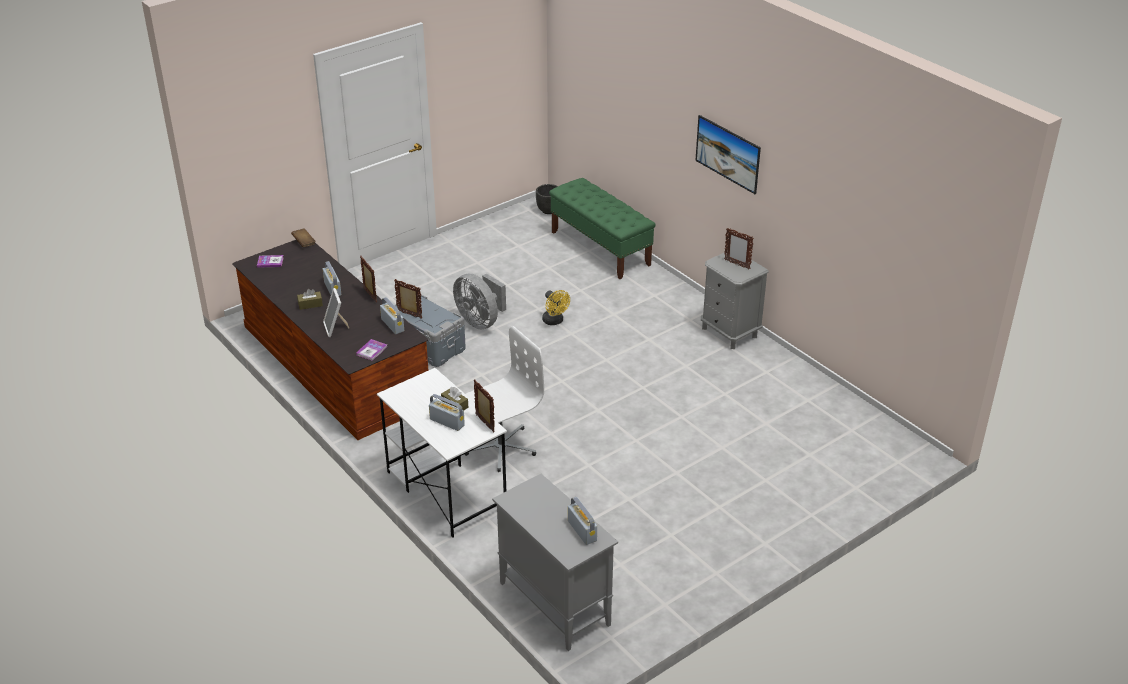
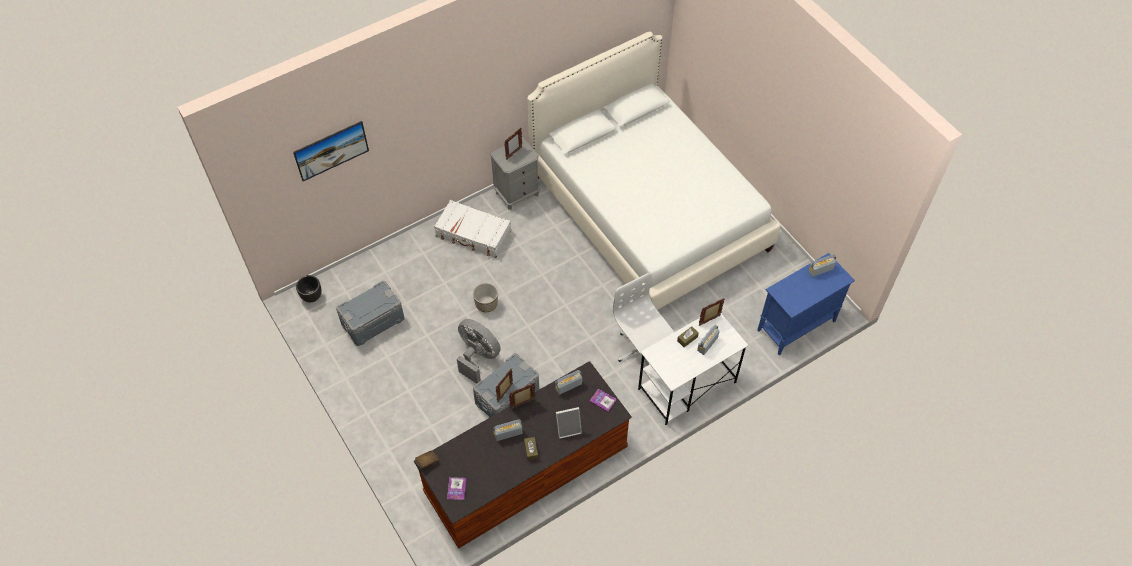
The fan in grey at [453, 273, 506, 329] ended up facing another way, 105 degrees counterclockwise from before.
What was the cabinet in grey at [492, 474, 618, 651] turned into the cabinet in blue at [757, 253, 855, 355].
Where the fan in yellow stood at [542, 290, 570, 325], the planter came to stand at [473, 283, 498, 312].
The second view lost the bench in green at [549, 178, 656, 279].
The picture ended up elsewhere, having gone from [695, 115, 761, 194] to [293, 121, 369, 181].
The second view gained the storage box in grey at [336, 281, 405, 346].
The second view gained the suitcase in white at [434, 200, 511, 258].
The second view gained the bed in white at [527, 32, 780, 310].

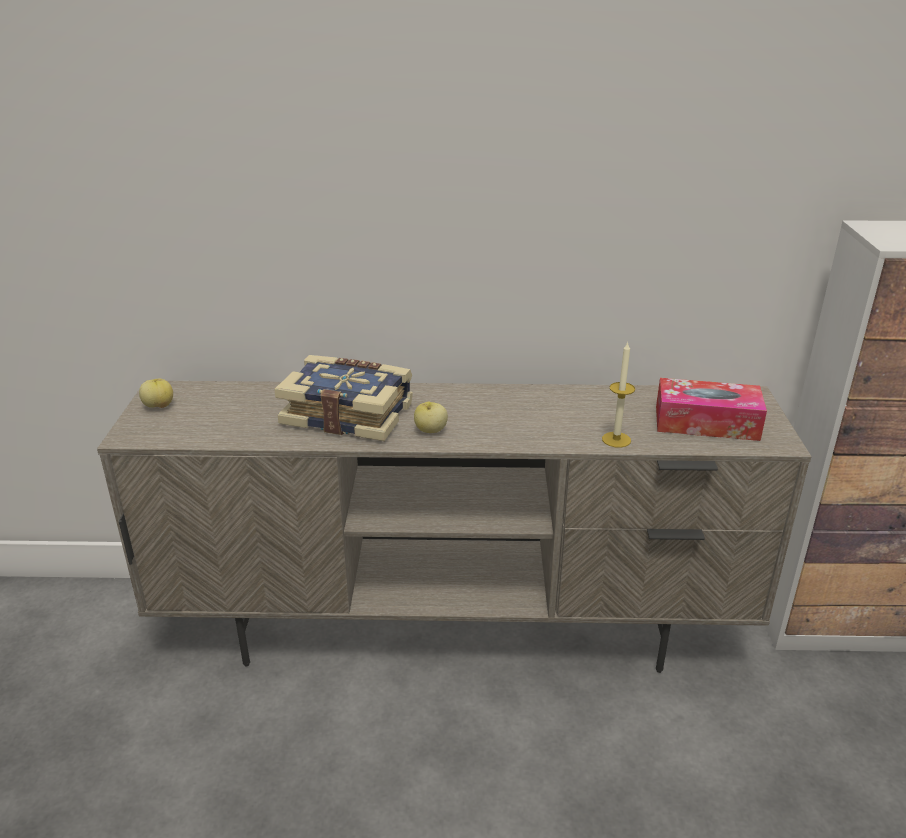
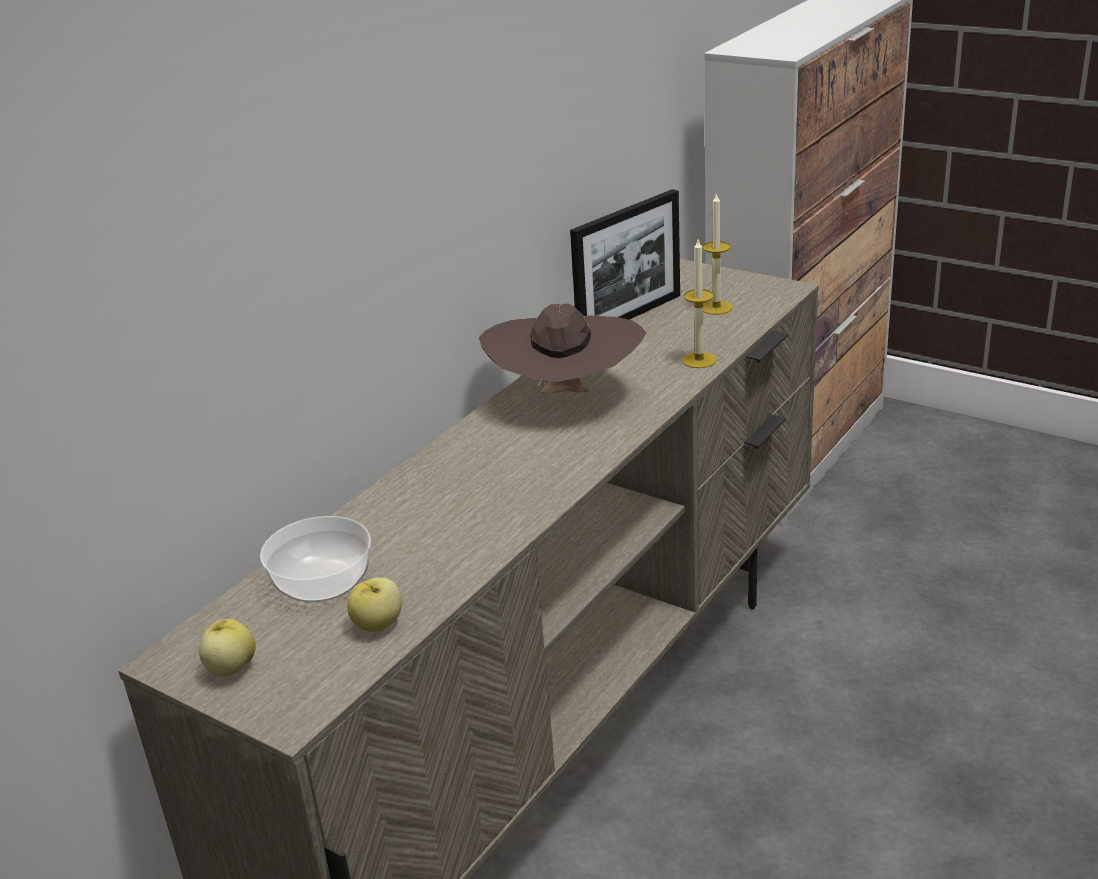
The second view lost the book at [274, 355, 413, 441].
The apple ended up elsewhere, having gone from [414, 402, 448, 433] to [347, 578, 402, 632].
Where the tissue box stood at [656, 378, 767, 441], the candle came to stand at [702, 192, 733, 315].
The second view gained the bowl at [260, 516, 371, 602].
The second view gained the hat in brown at [479, 303, 646, 393].
The second view gained the picture frame at [570, 189, 680, 320].

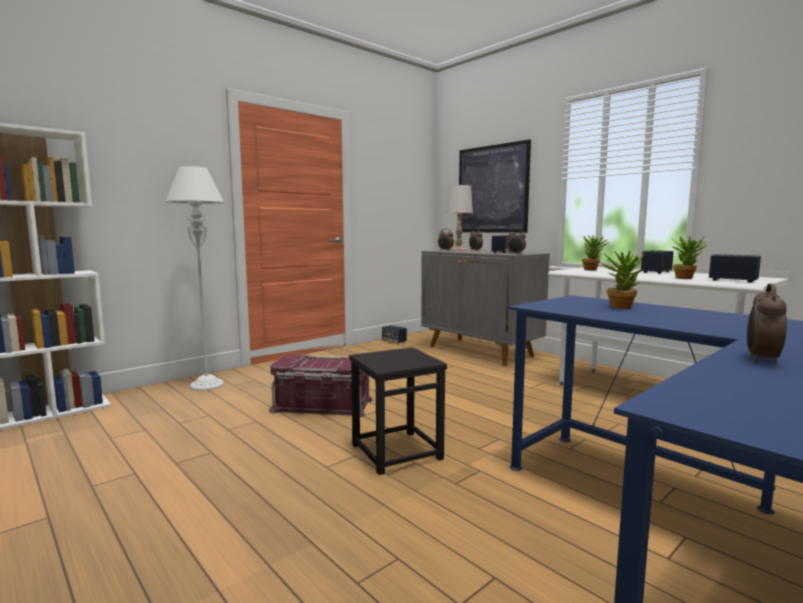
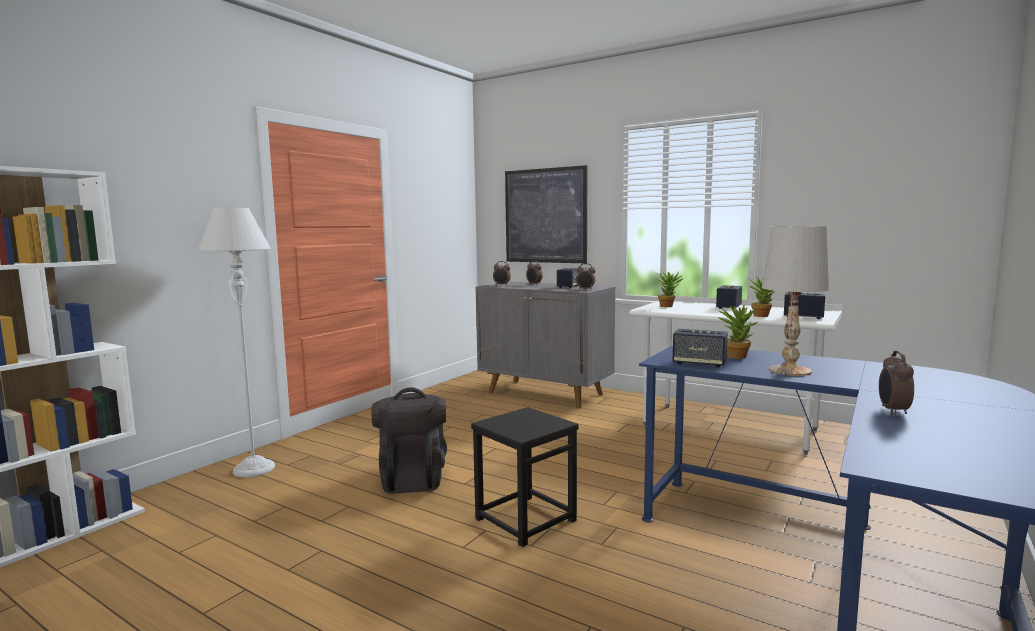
Where the storage box in red stood at [269, 354, 373, 417], the backpack in black came to stand at [372, 387, 447, 494].
The speaker ended up elsewhere, having gone from [382, 325, 407, 344] to [673, 329, 728, 368].
The table lamp in white ended up elsewhere, having gone from [446, 185, 473, 250] to [762, 226, 830, 376].

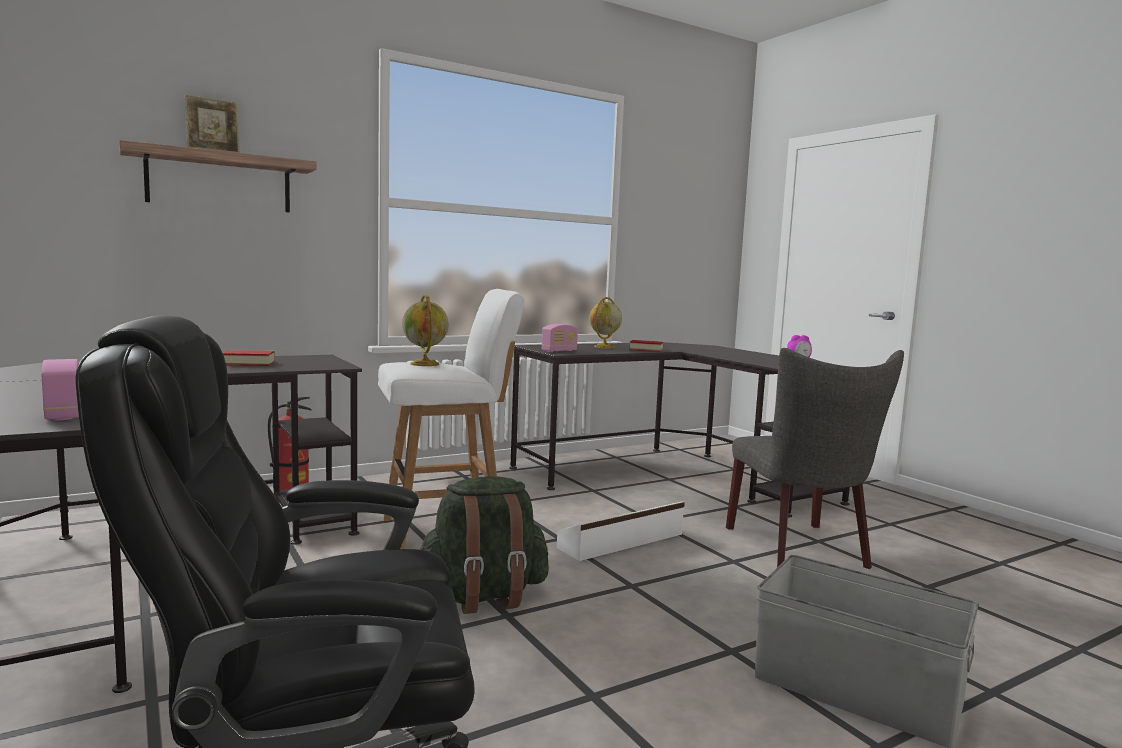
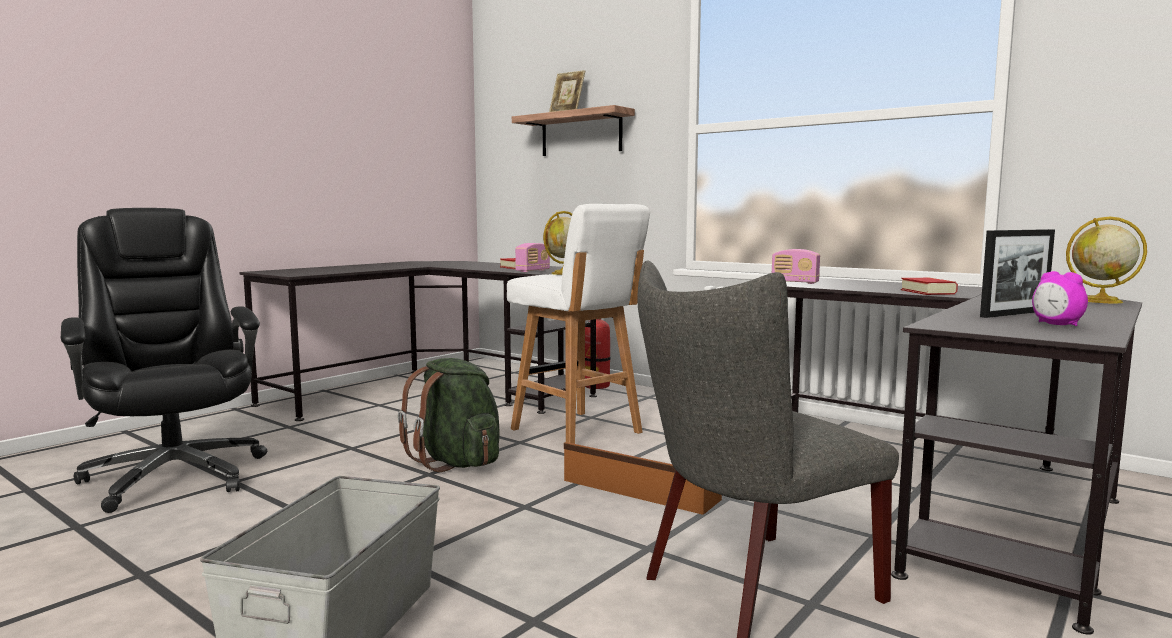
The radio ended up elsewhere, having gone from [41, 359, 79, 420] to [515, 243, 550, 272].
What was the storage box in white at [557, 502, 685, 561] turned into the storage box in brown at [564, 442, 722, 515].
The globe ended up elsewhere, having gone from [589, 297, 622, 348] to [1066, 217, 1147, 303].
The second view gained the picture frame at [980, 229, 1055, 318].

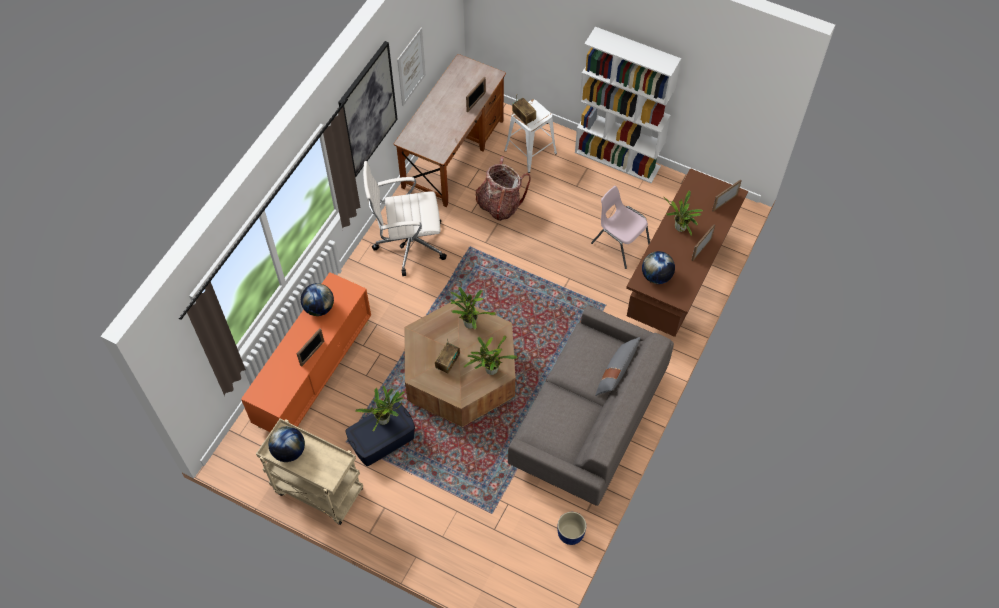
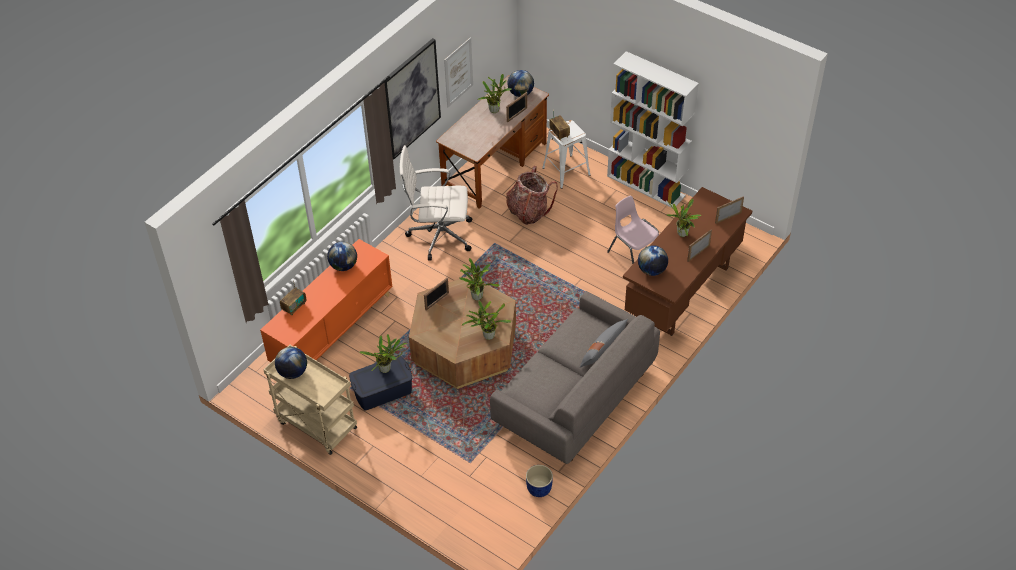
The picture frame ended up elsewhere, having gone from [297, 328, 324, 367] to [424, 278, 449, 310].
The radio ended up elsewhere, having gone from [435, 338, 460, 373] to [280, 280, 307, 315].
The second view gained the potted plant at [477, 74, 512, 113].
The second view gained the globe at [507, 70, 534, 97].

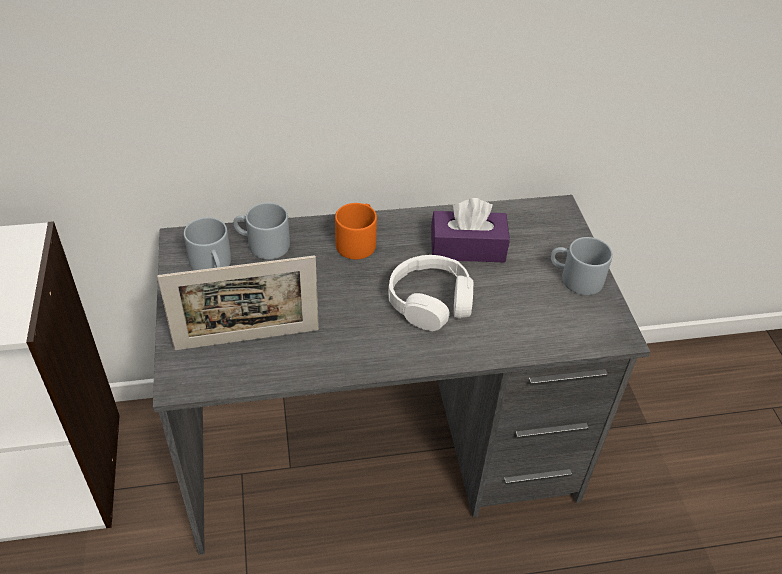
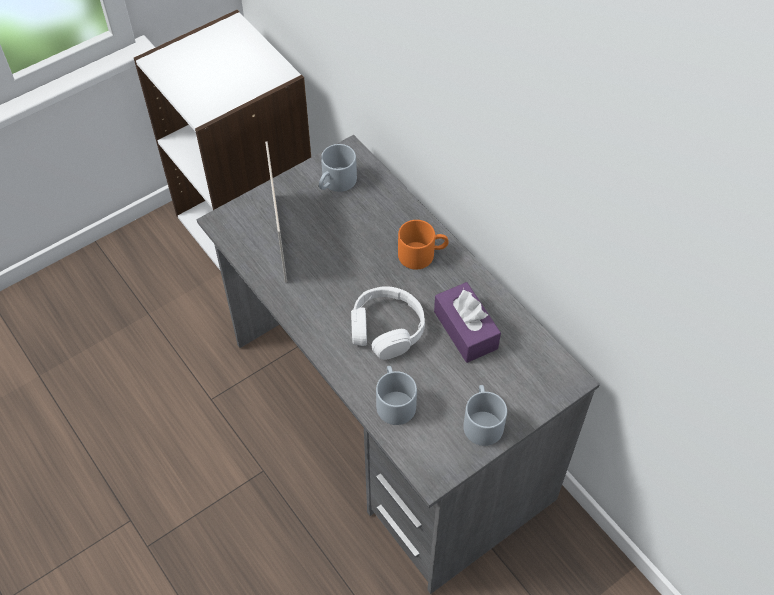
The picture frame at [157, 255, 319, 350] ended up facing another way, 150 degrees counterclockwise from before.
The mug in grey ended up elsewhere, having gone from [233, 203, 290, 259] to [376, 366, 417, 425].

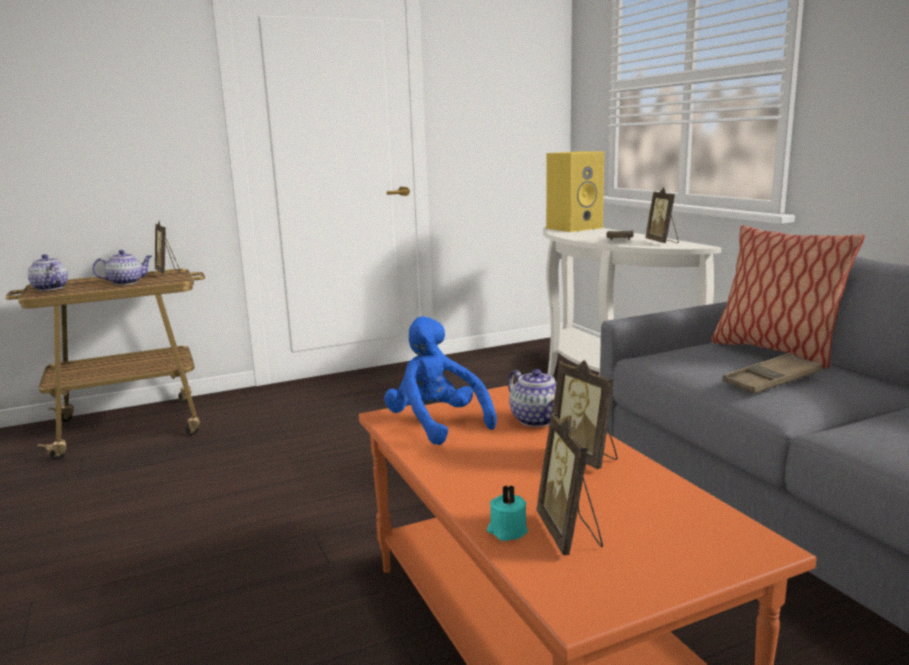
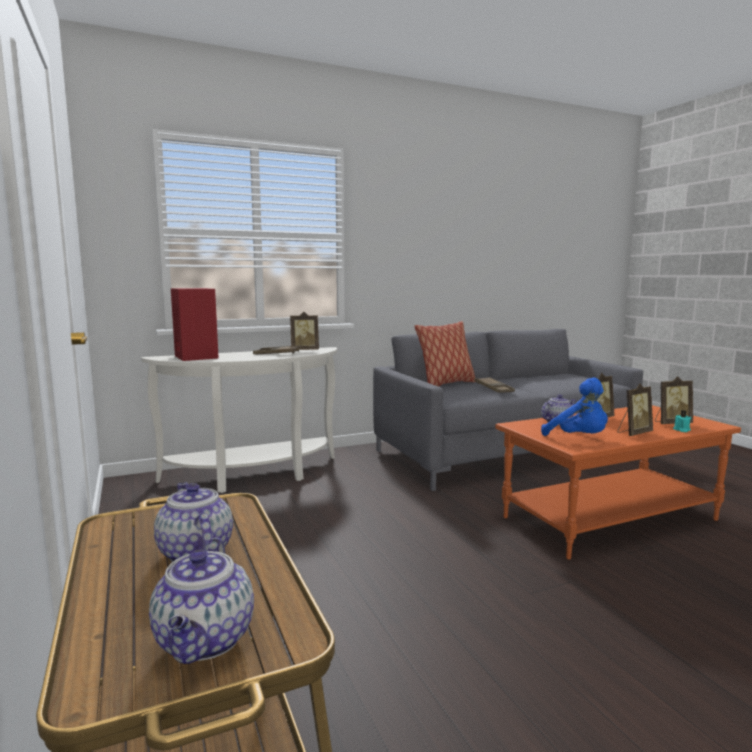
The teapot at [28, 254, 68, 291] ended up facing another way, 45 degrees counterclockwise from before.
The picture frame ended up elsewhere, having gone from [155, 221, 180, 274] to [618, 383, 653, 436].
The plush toy in blue at [384, 316, 497, 445] ended up facing another way, 90 degrees counterclockwise from before.
What was the speaker in yellow at [546, 151, 604, 232] turned into the speaker in red at [171, 288, 219, 361].

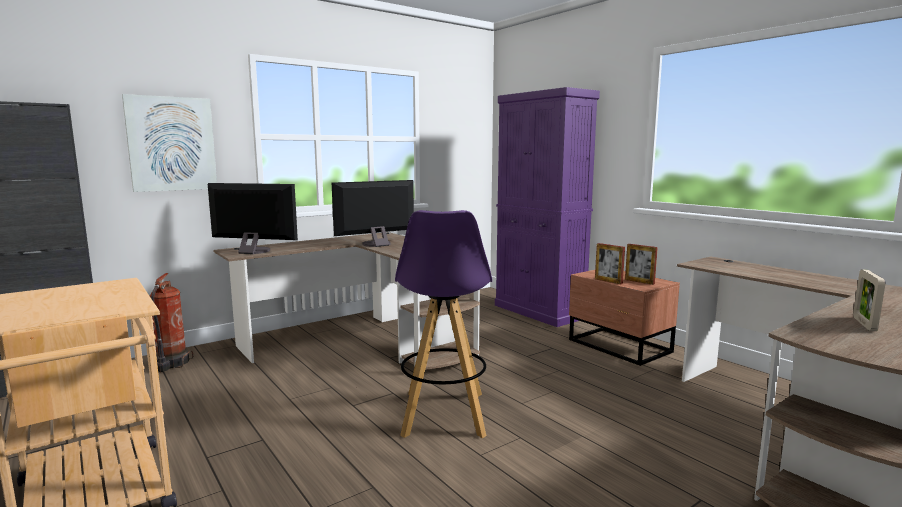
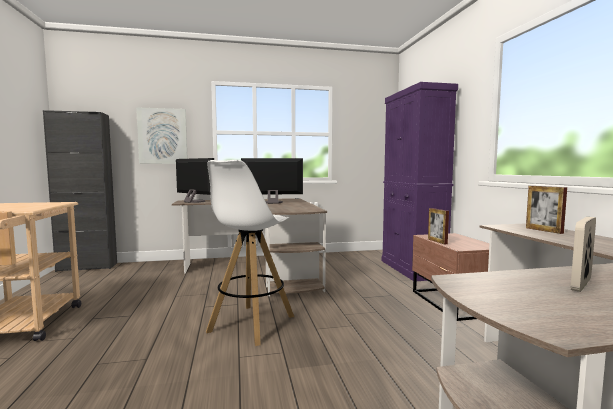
The second view lost the fire extinguisher at [150, 273, 193, 372].
What was the stool in purple at [395, 210, 492, 438] turned into the stool in white at [206, 160, 294, 346].
The picture frame ended up elsewhere, having gone from [625, 244, 658, 285] to [526, 186, 567, 234].

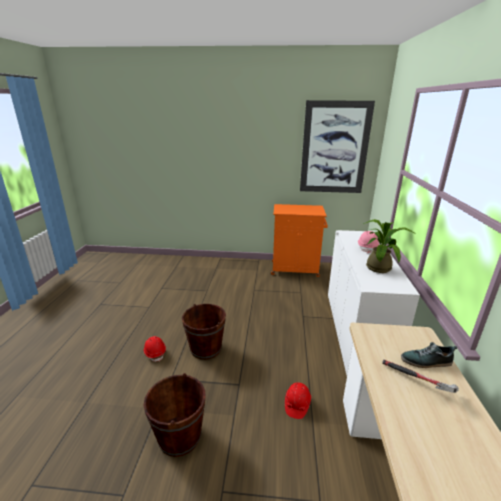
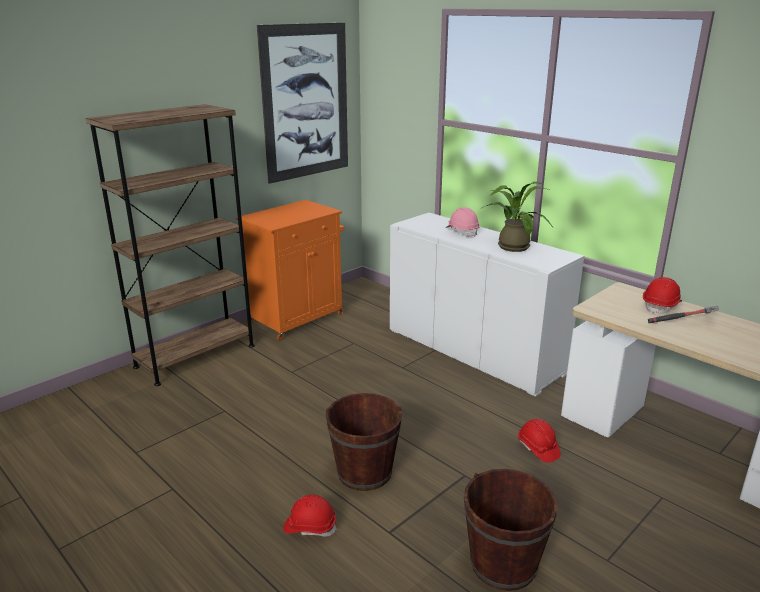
Where the shoe stood at [401, 342, 457, 368], the hard hat in red came to stand at [643, 277, 682, 315].
The second view gained the bookcase in brown at [86, 104, 255, 386].

